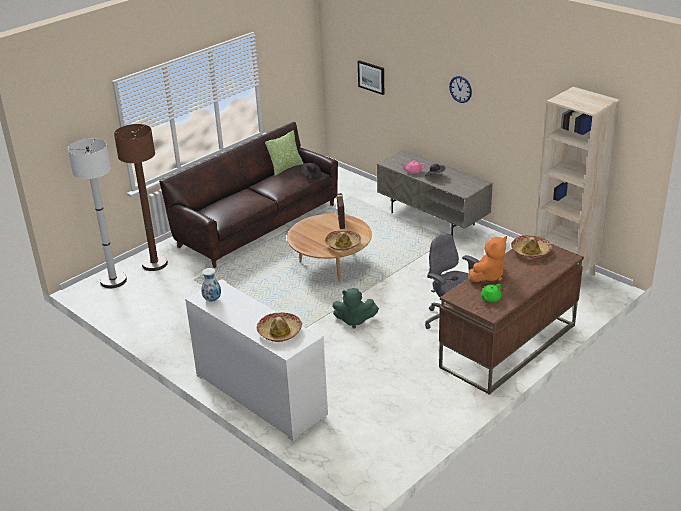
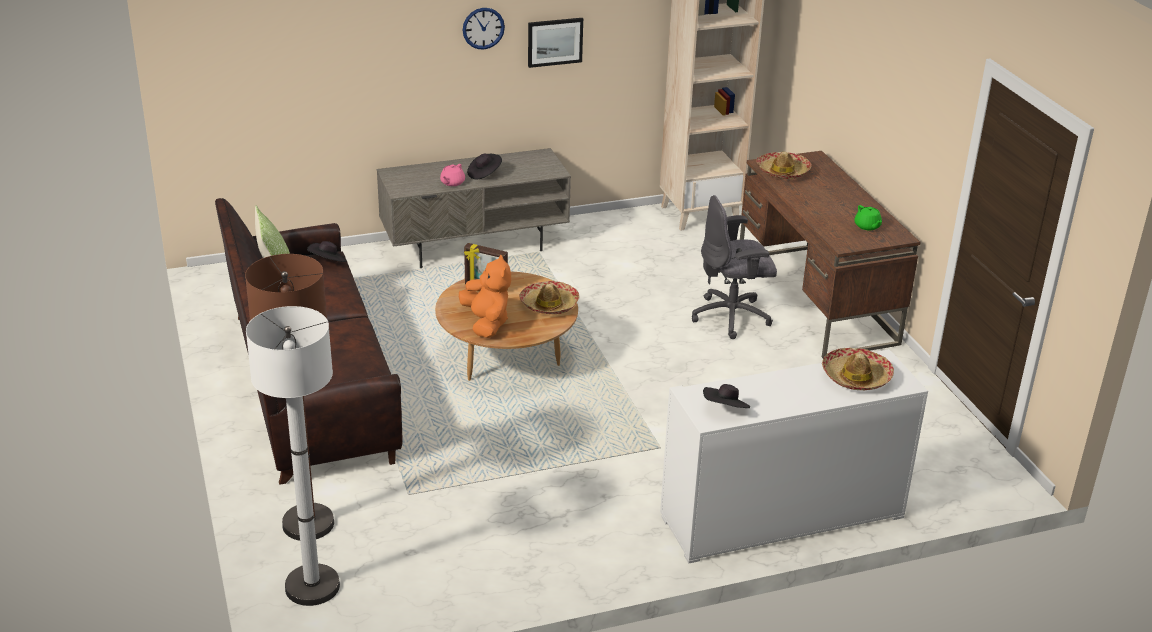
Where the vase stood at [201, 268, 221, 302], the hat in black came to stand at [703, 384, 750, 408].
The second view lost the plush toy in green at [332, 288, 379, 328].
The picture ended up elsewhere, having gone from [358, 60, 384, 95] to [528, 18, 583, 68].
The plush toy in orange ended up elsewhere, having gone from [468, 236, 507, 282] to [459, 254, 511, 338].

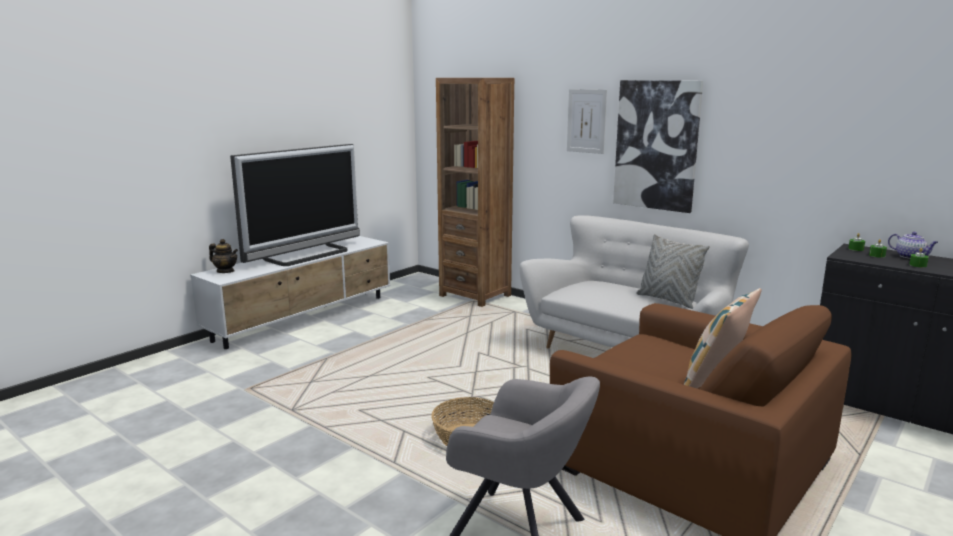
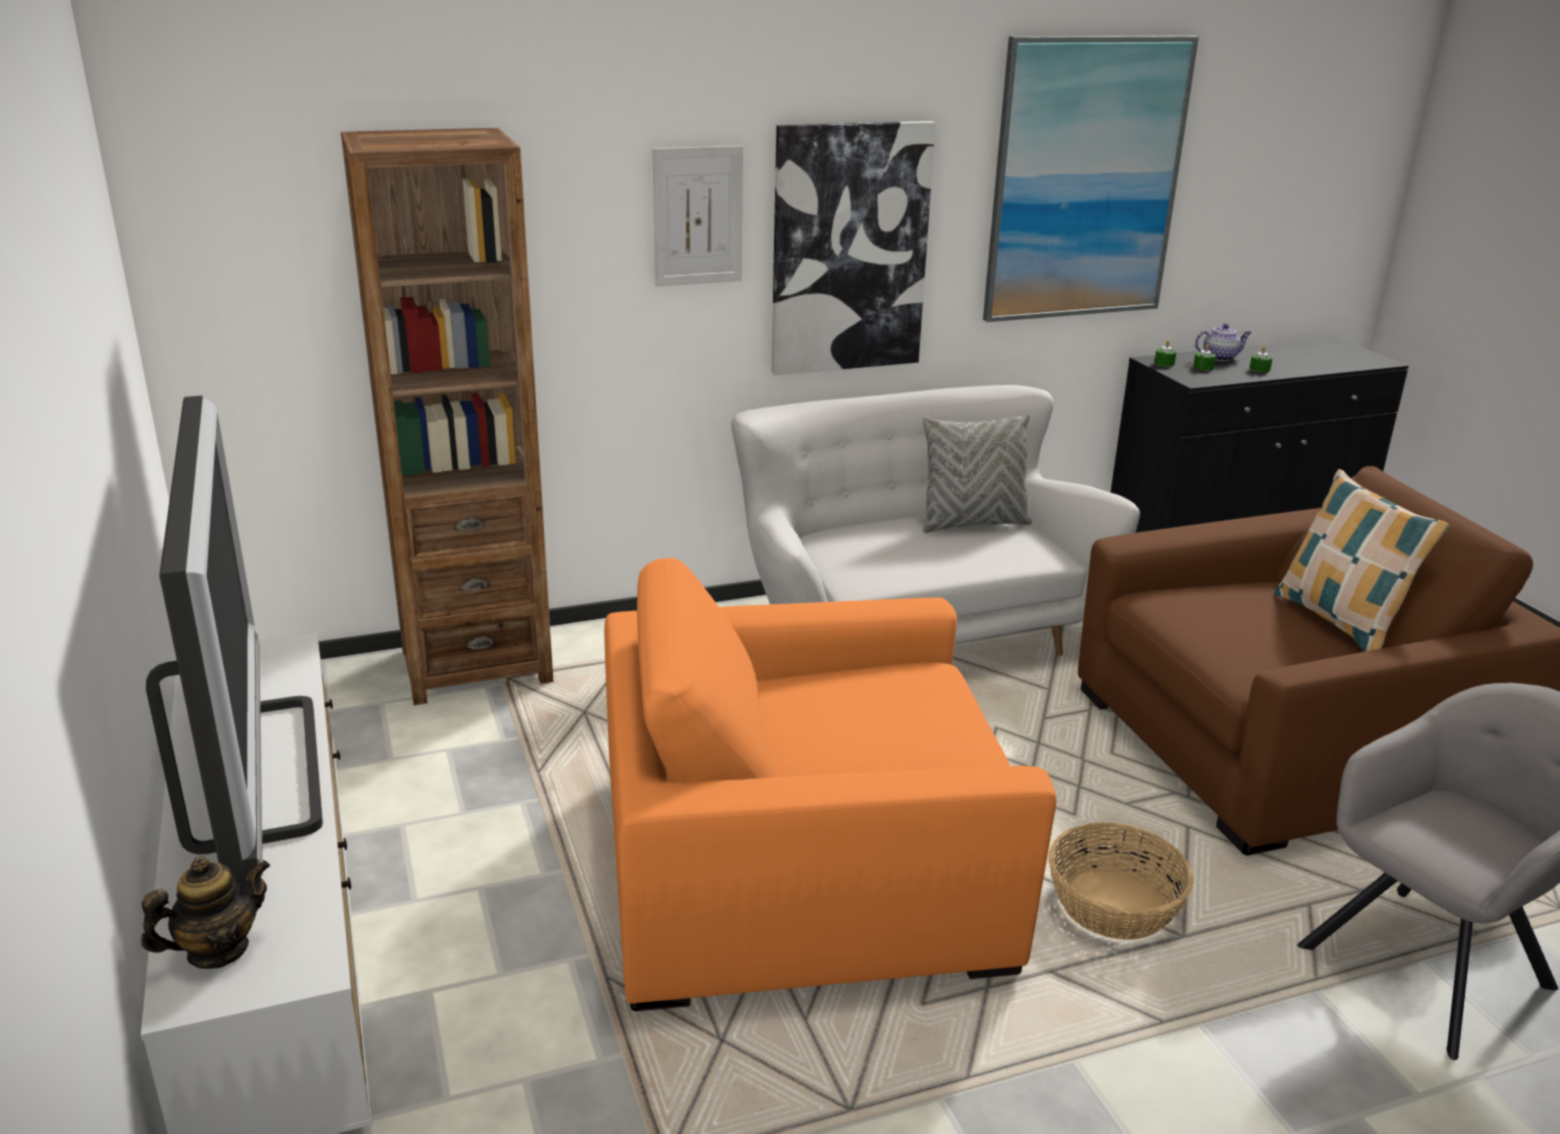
The second view gained the armchair in orange at [604, 558, 1056, 1011].
The second view gained the picture at [983, 36, 1199, 322].

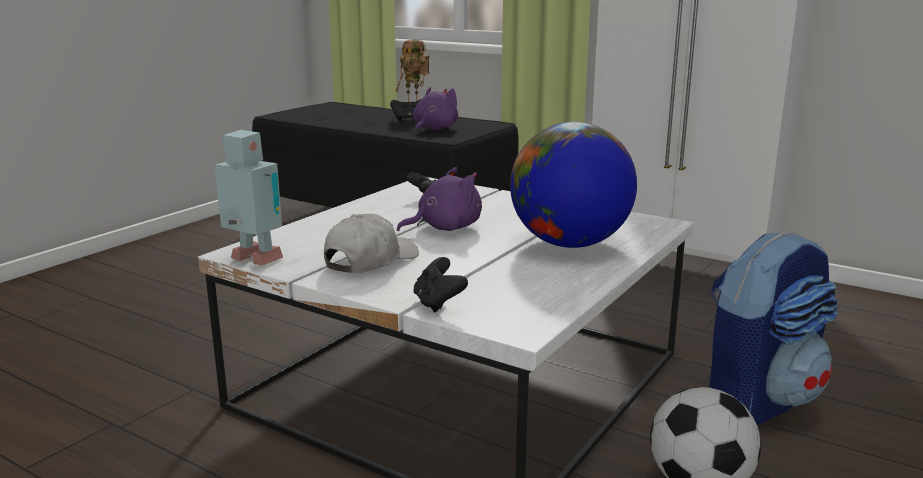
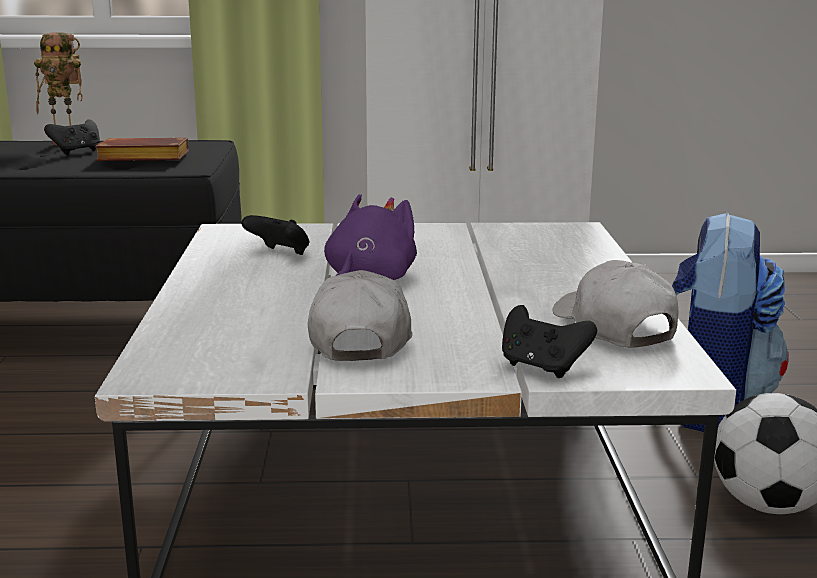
The second view lost the toy robot at [214, 130, 283, 266].
Where the plush toy in purple stood at [413, 87, 458, 132], the book in brown came to stand at [95, 137, 189, 161].
The second view lost the globe at [510, 122, 637, 248].
The second view gained the cap in white at [553, 260, 679, 347].

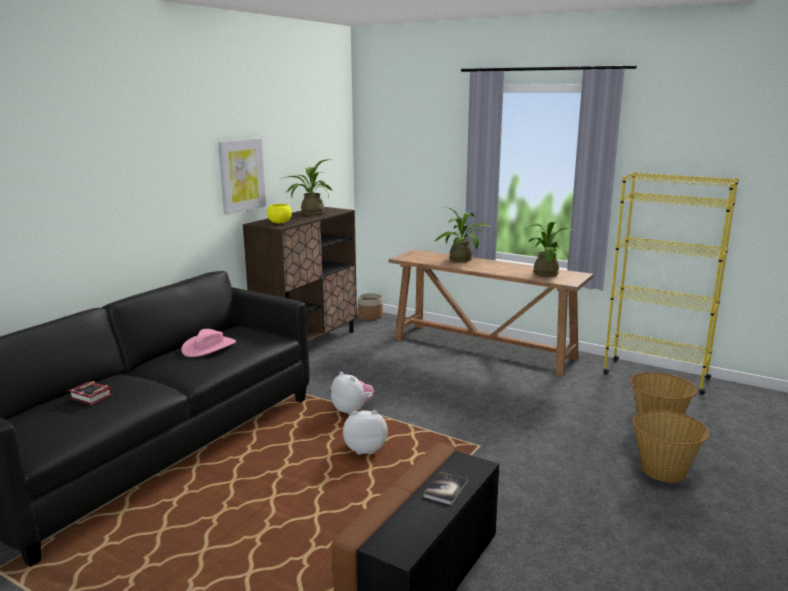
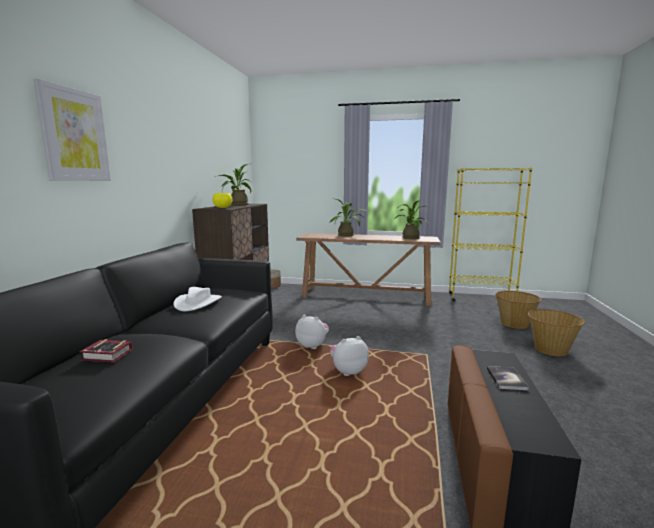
What was the hat in pink at [181, 329, 236, 357] turned into the hat in white at [173, 287, 222, 311].
The picture ended up elsewhere, having gone from [218, 138, 266, 215] to [33, 78, 111, 181].

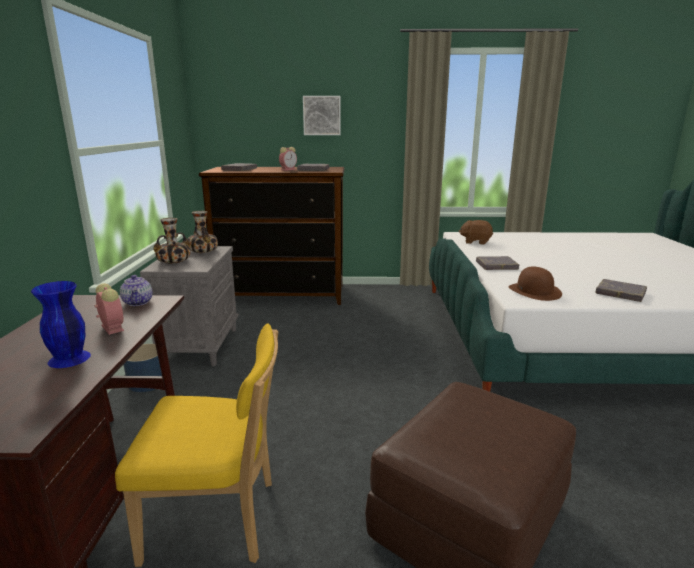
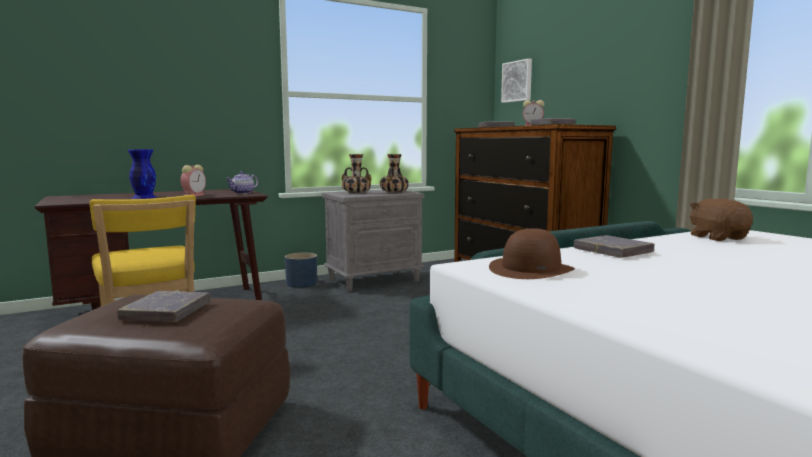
The picture ended up elsewhere, having gone from [303, 96, 341, 135] to [501, 58, 532, 103].
The book in grey ended up elsewhere, having gone from [595, 279, 647, 302] to [117, 291, 210, 322].

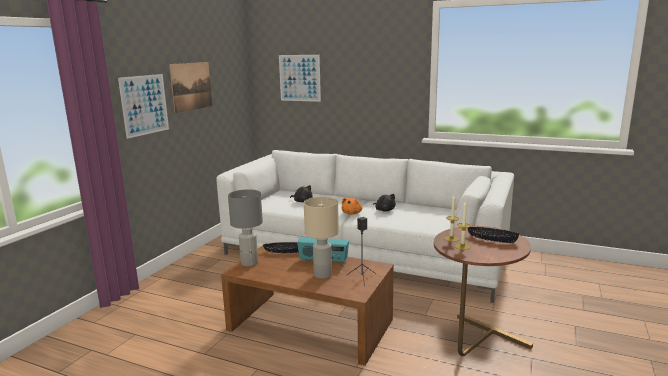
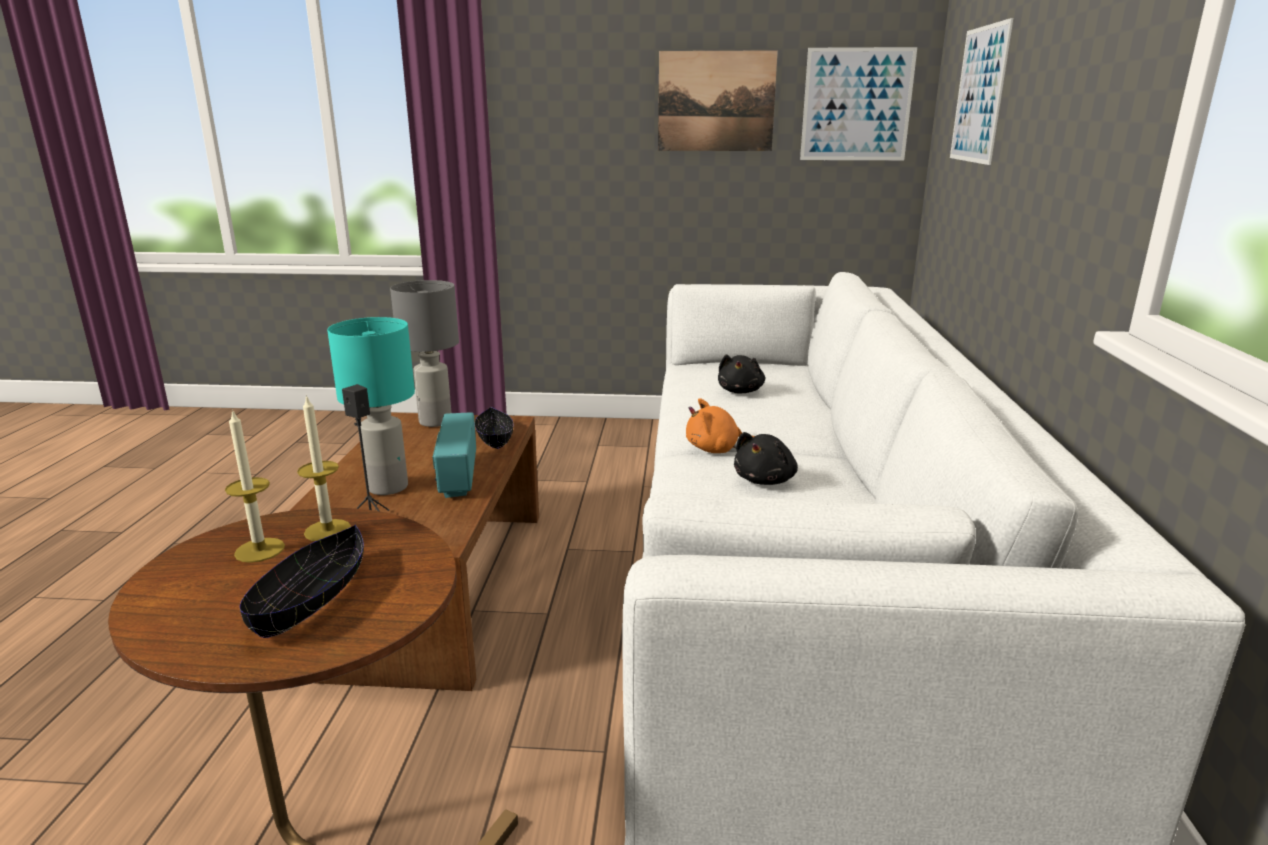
The picture ended up elsewhere, having gone from [118, 74, 169, 139] to [800, 47, 917, 160].
What was the table lamp in beige at [304, 197, 339, 279] turned into the table lamp in turquoise at [327, 317, 415, 495].

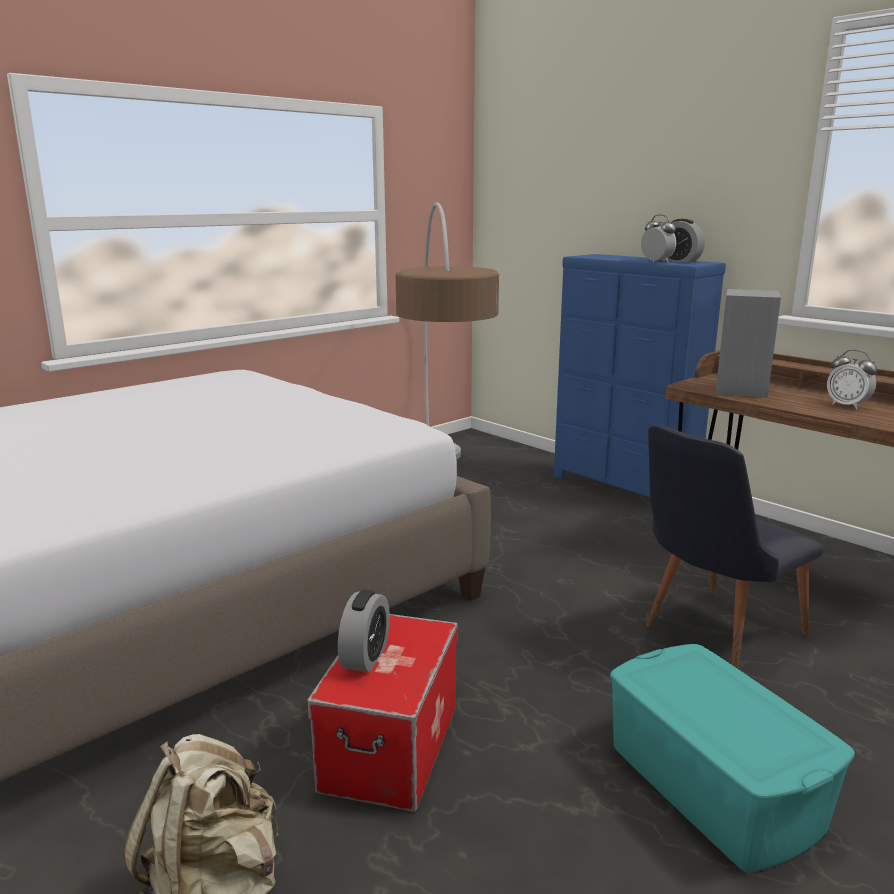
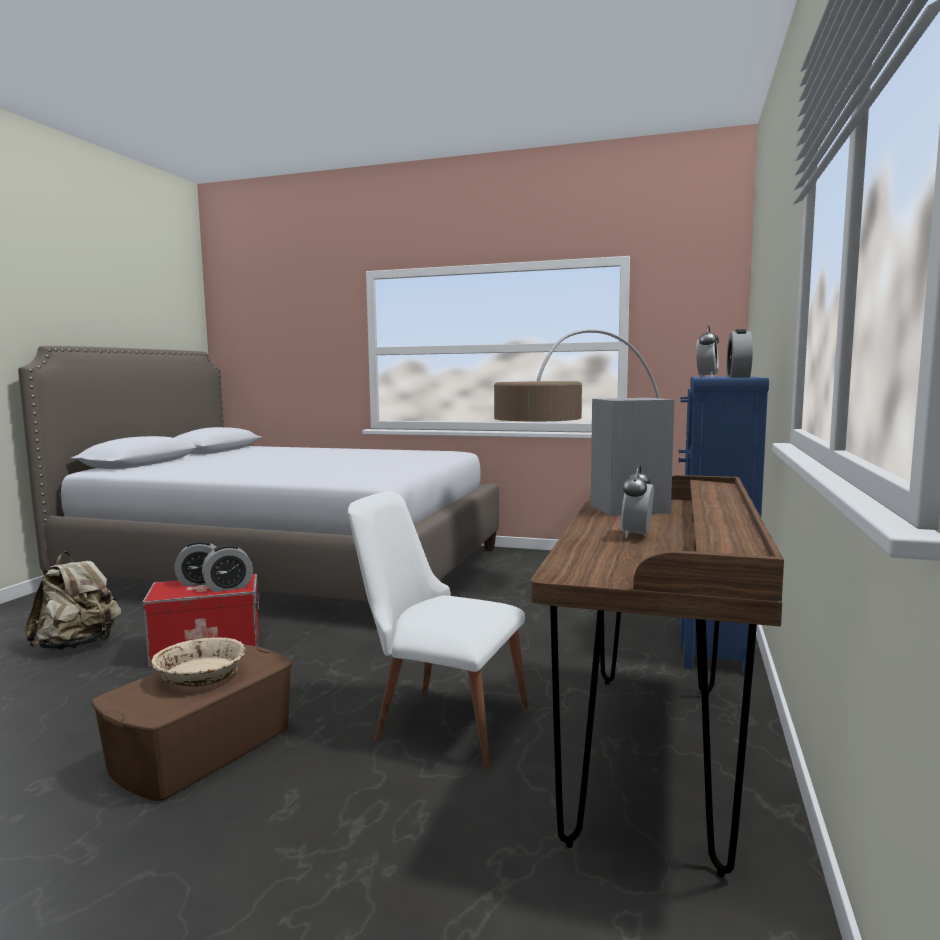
What was the storage box in turquoise at [610, 644, 855, 872] turned into the storage box in brown at [92, 644, 293, 801].
What was the chair in black at [646, 425, 823, 669] turned into the chair in white at [348, 491, 529, 770].
The second view gained the bowl in beige at [151, 637, 245, 687].
The second view gained the alarm clock at [202, 544, 253, 592].

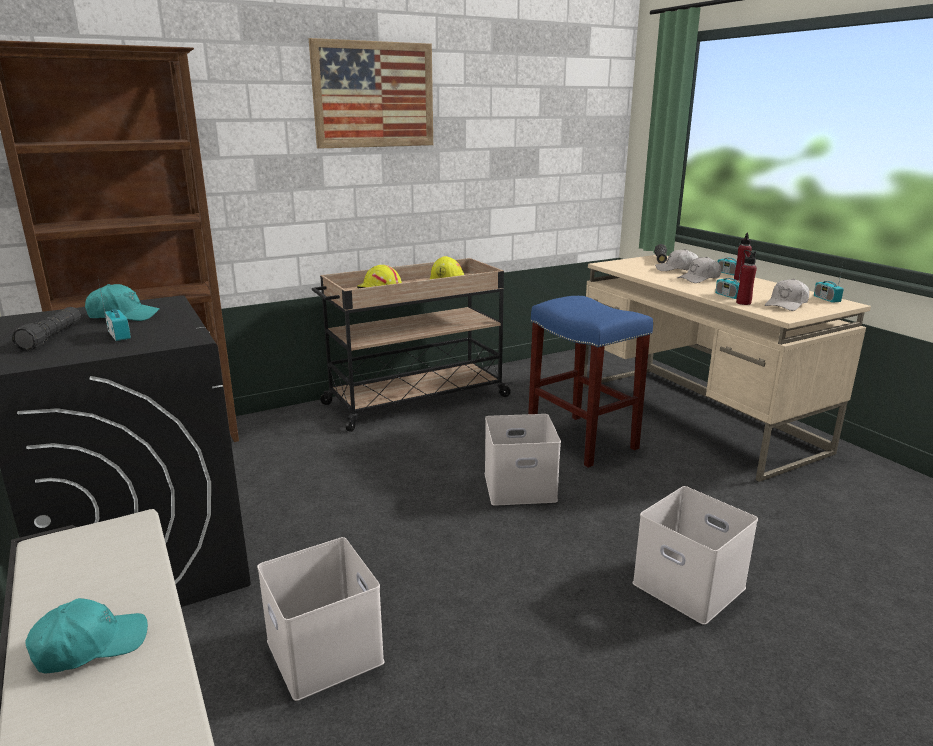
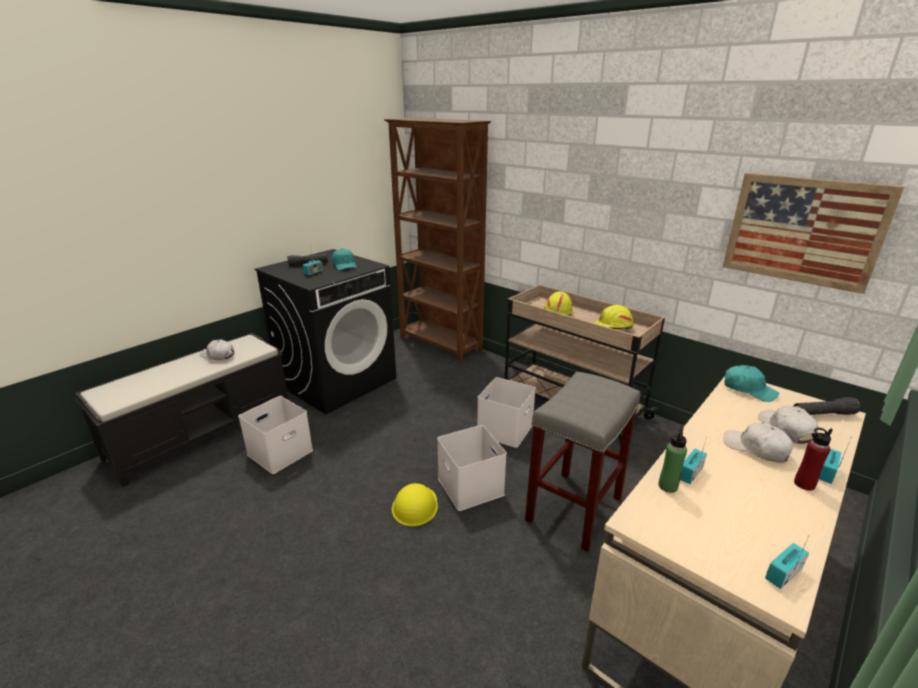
The cap in turquoise ended up elsewhere, having gone from [25, 598, 148, 673] to [724, 365, 779, 402].
The picture ended up elsewhere, having gone from [309, 38, 433, 149] to [723, 173, 905, 294].
What was the stool in blue at [528, 296, 653, 468] turned into the stool in grey at [525, 372, 640, 552].
The storage box in white ended up elsewhere, having gone from [632, 486, 758, 625] to [477, 377, 536, 448].
What was the bottle in red at [736, 250, 757, 305] turned into the bottle in green at [658, 426, 687, 493].
The cap in white ended up elsewhere, having gone from [765, 279, 809, 311] to [200, 339, 234, 360].
The second view gained the hard hat in yellow at [392, 483, 438, 527].

